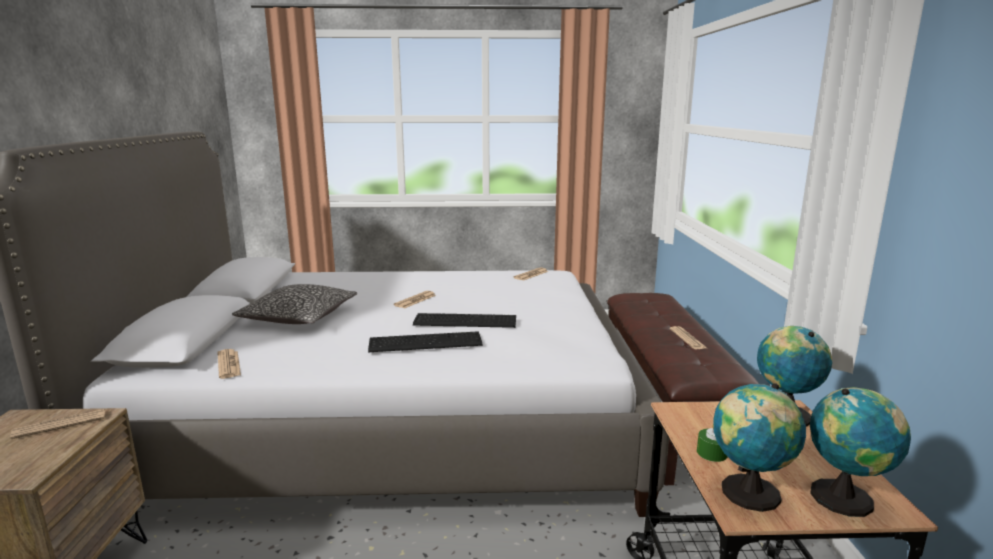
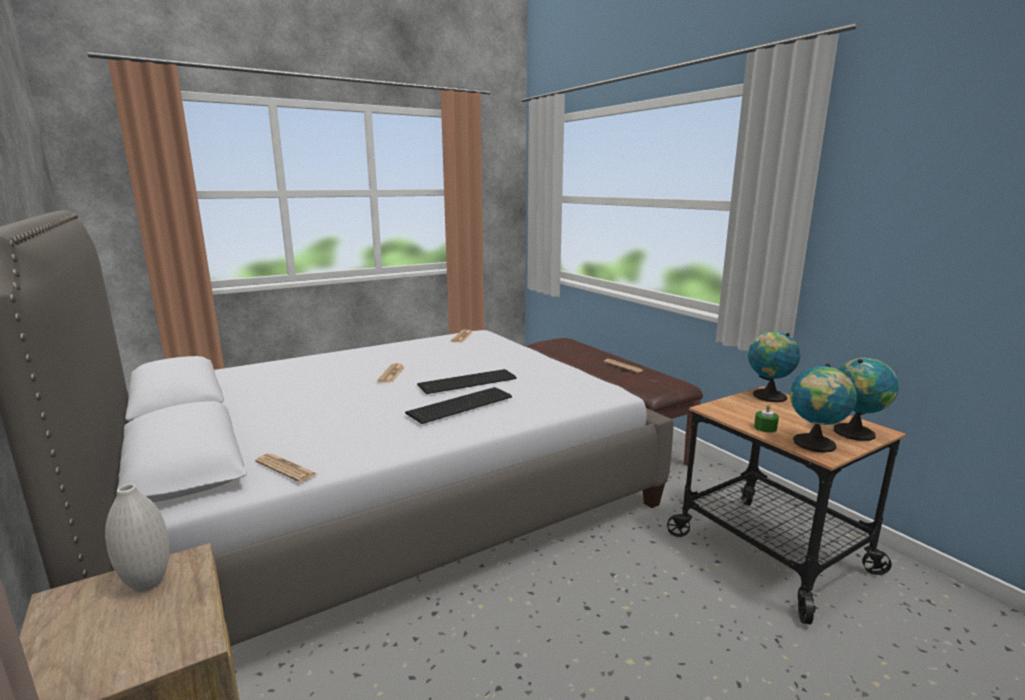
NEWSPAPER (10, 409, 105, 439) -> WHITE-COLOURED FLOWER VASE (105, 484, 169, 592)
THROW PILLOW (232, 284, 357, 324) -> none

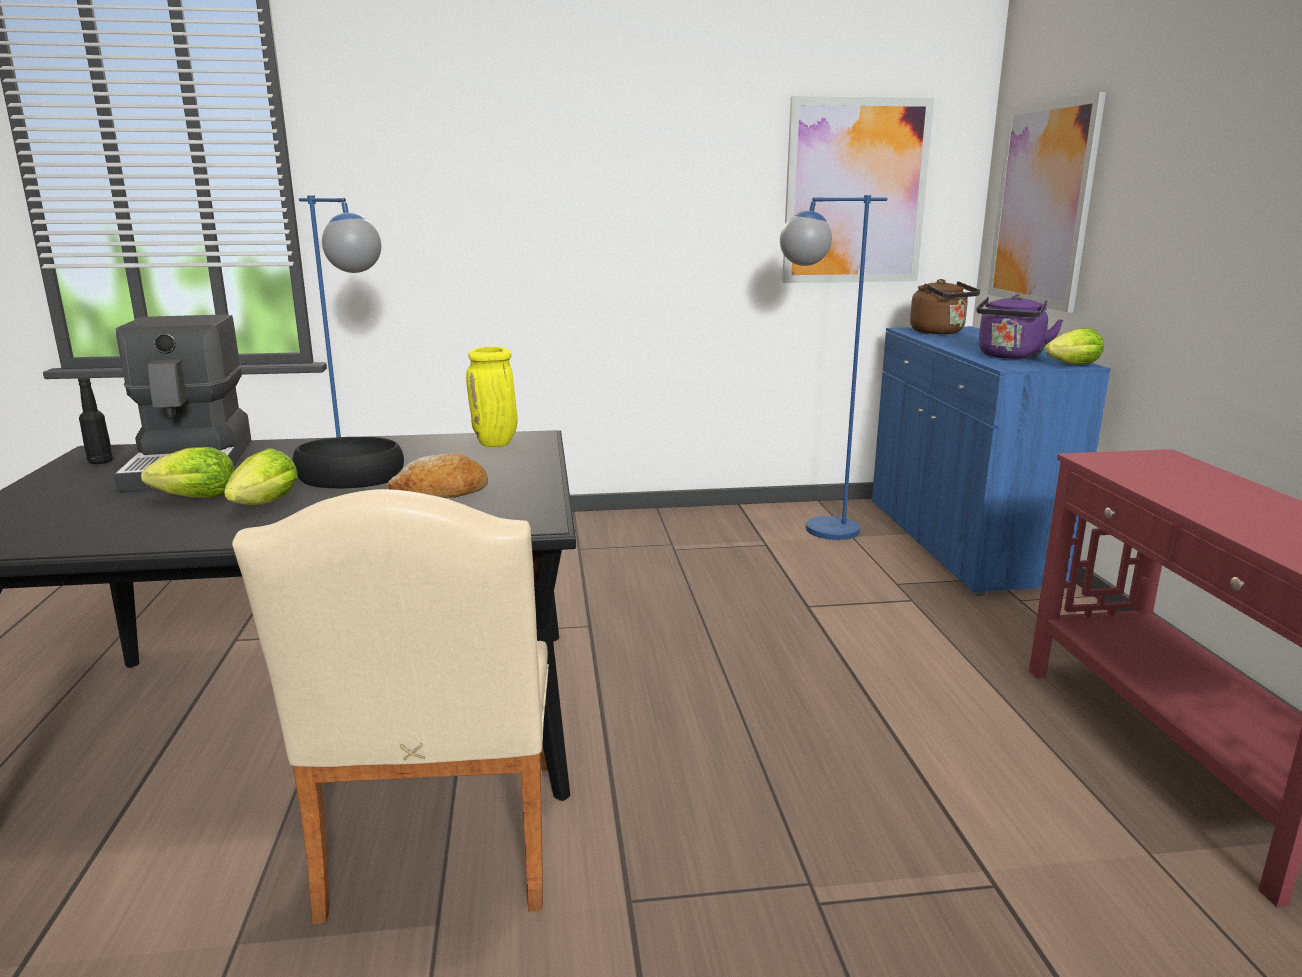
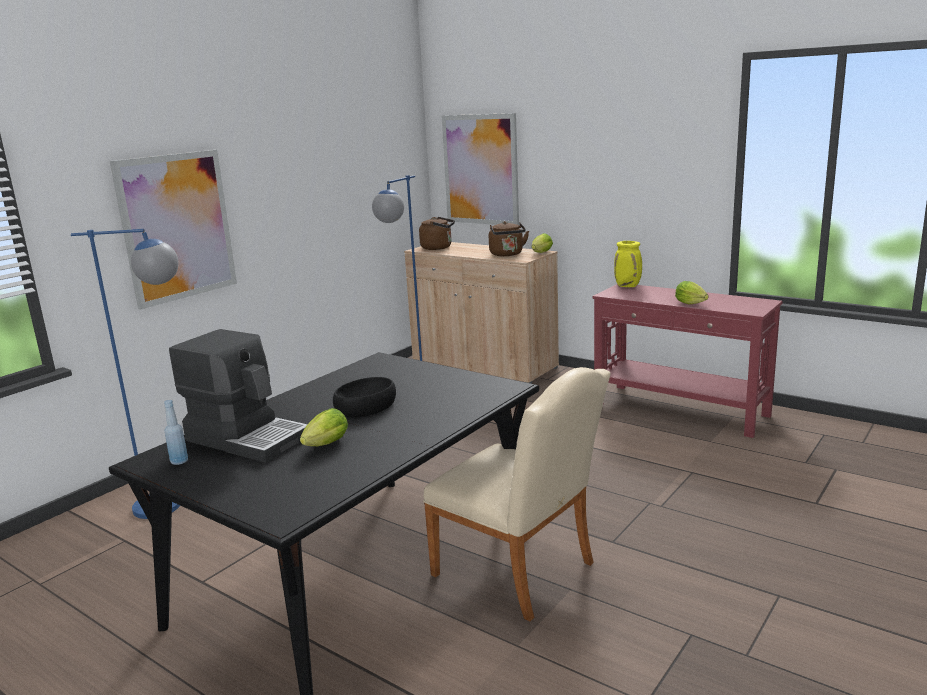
BLACK-COLOURED BEVERAGE BOTTLE (78, 378, 113, 464) -> BLUE BEVERAGE BOTTLE (164, 400, 188, 465)
HEAD OF LETTUCE (224, 448, 298, 505) -> HEAD OF LETTUCE (675, 281, 708, 304), shifted
BREAD (387, 453, 488, 498) -> none
YELLOW FLOWER VASE (466, 347, 517, 447) -> YELLOW FLOWER VASE (614, 241, 642, 287), shifted
PICTURE (782, 96, 934, 283) -> PICTURE (110, 150, 237, 310), shifted
BLUE CUPBOARD (872, 326, 1111, 596) -> SAND-COLOURED CUPBOARD (404, 242, 559, 384)
PURPLISH TEA KETTLE (976, 294, 1063, 359) -> BROWNISH TEA KETTLE (489, 221, 529, 256)

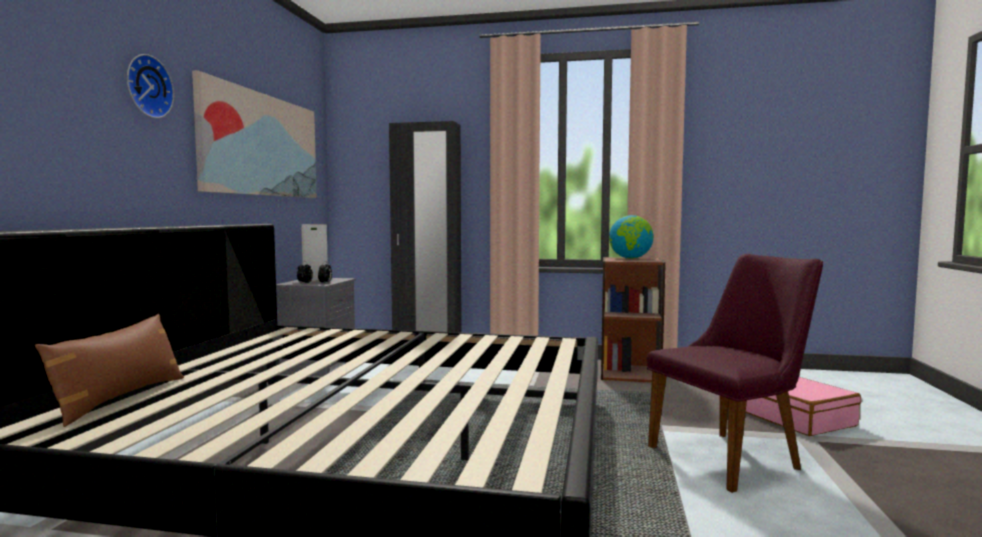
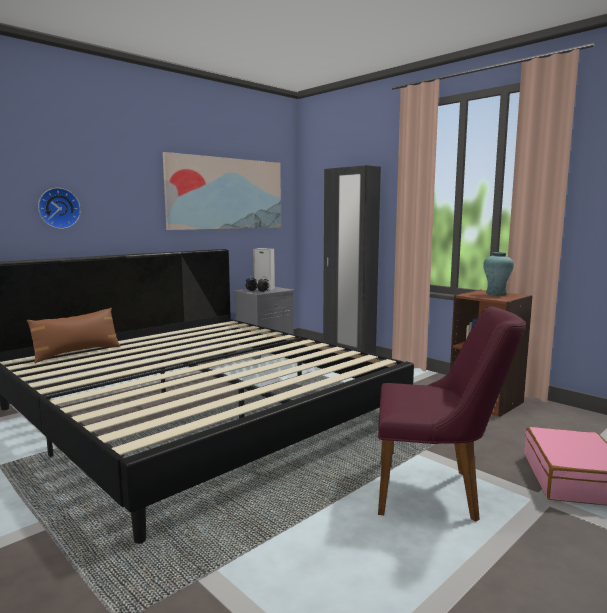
WALL CLOCK (127, 54, 174, 118) -> WALL CLOCK (38, 188, 81, 229), shifted
DESK GLOBE (609, 215, 654, 259) -> TURQUOISE FLOWER VASE (483, 252, 514, 295)

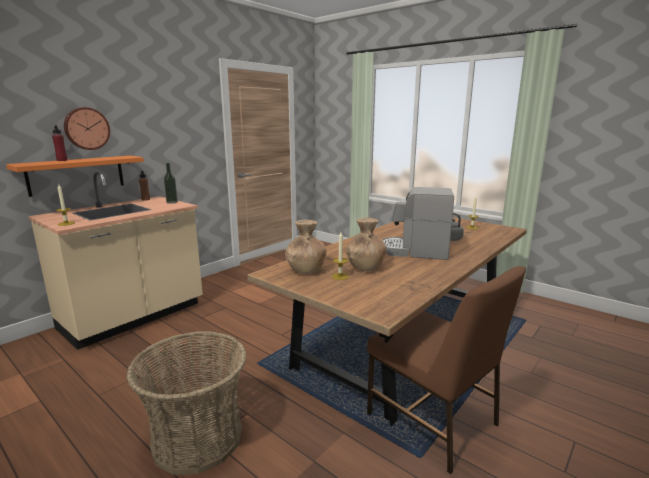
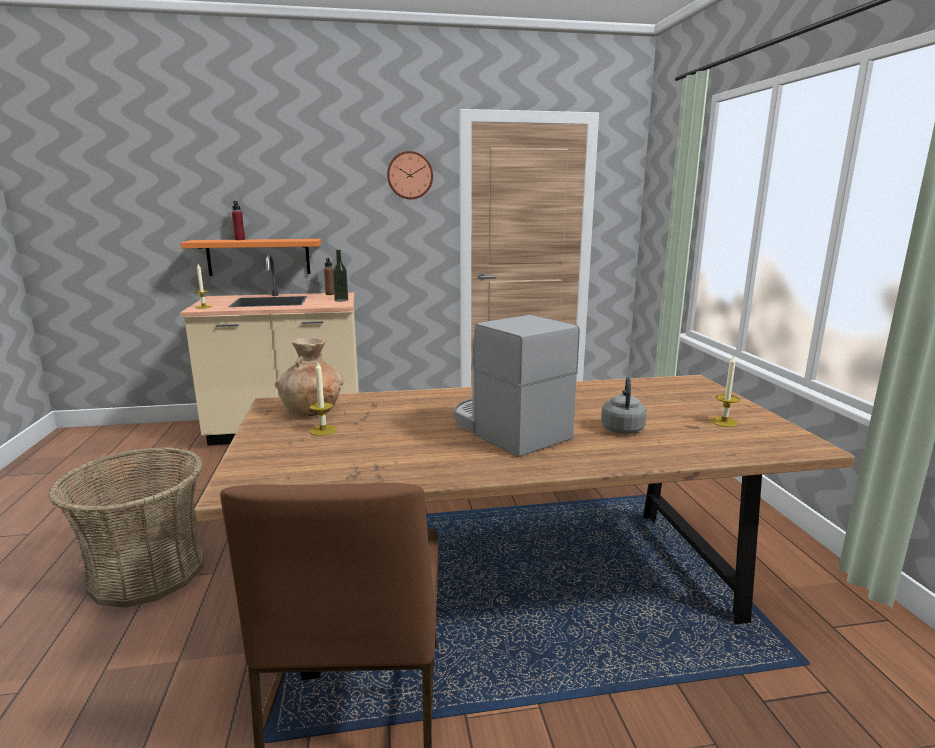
WALL CLOCK (64, 107, 110, 150) -> WALL CLOCK (387, 151, 433, 199), shifted
BROWNISH FLOWER VASE (346, 218, 387, 271) -> none

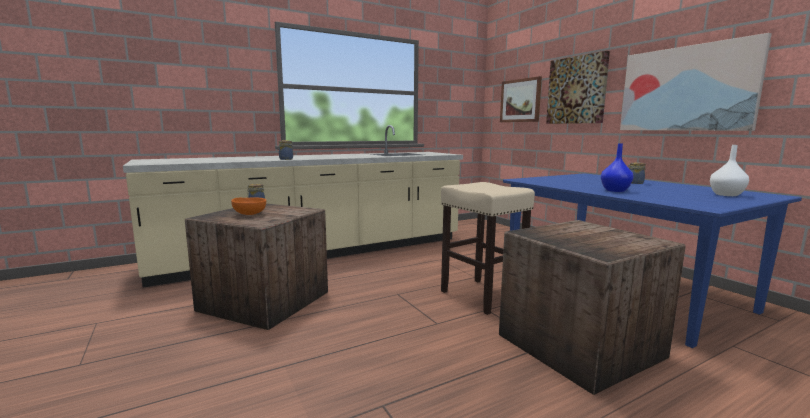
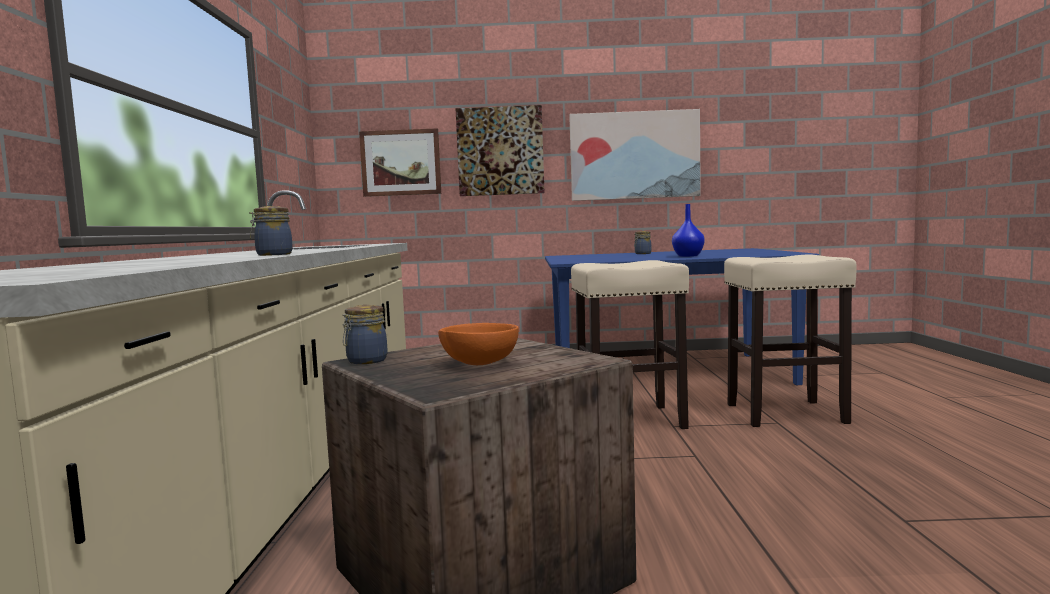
SHIPPING CRATE (499, 220, 686, 395) -> SAND-COLOURED STOOL SEAT (724, 254, 857, 427)
WHITE-COLOURED FLOWER VASE (710, 145, 749, 196) -> none

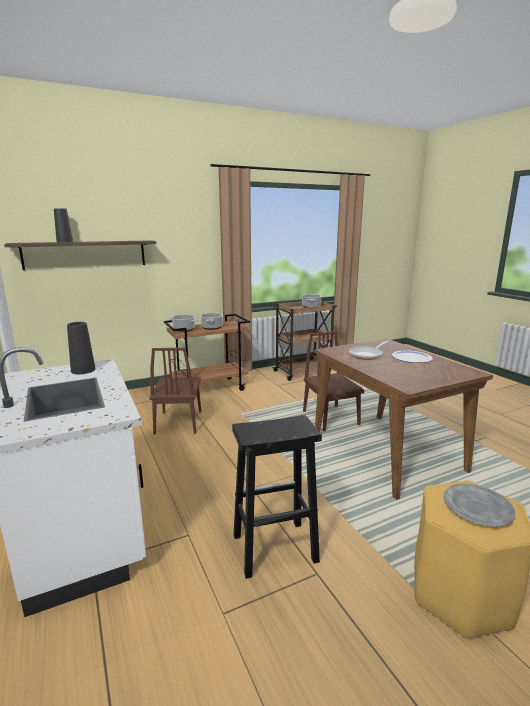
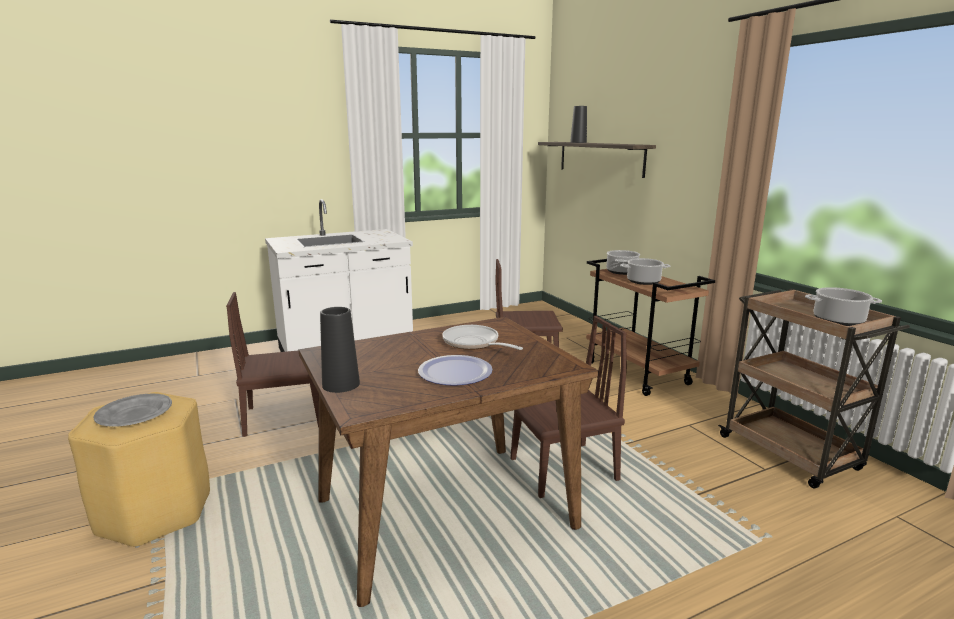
BLACK-COLOURED FLOWER VASE (67, 322, 96, 374) -> BLACK-COLOURED FLOWER VASE (320, 307, 360, 393), shifted
BLACK-COLOURED STOOL SEAT (232, 415, 322, 579) -> BROWNISH CHAIR (226, 292, 319, 437)

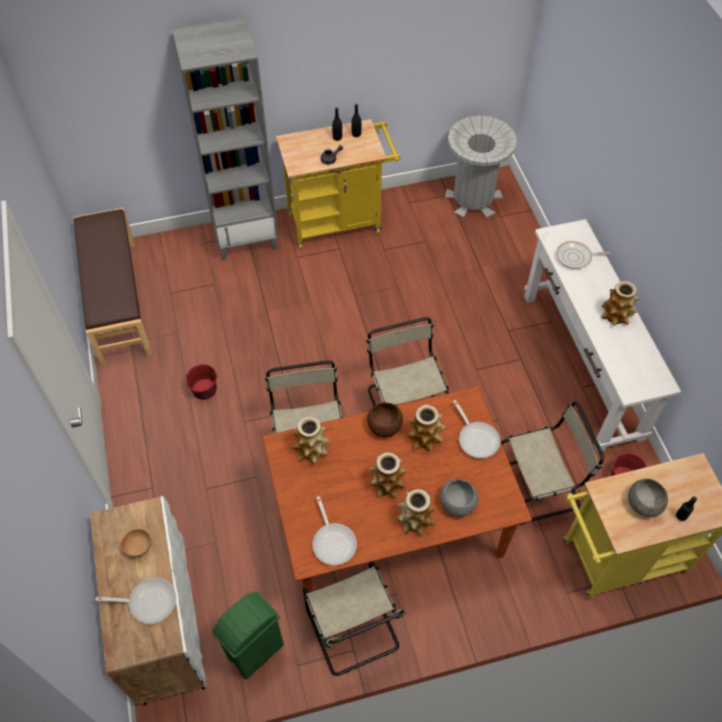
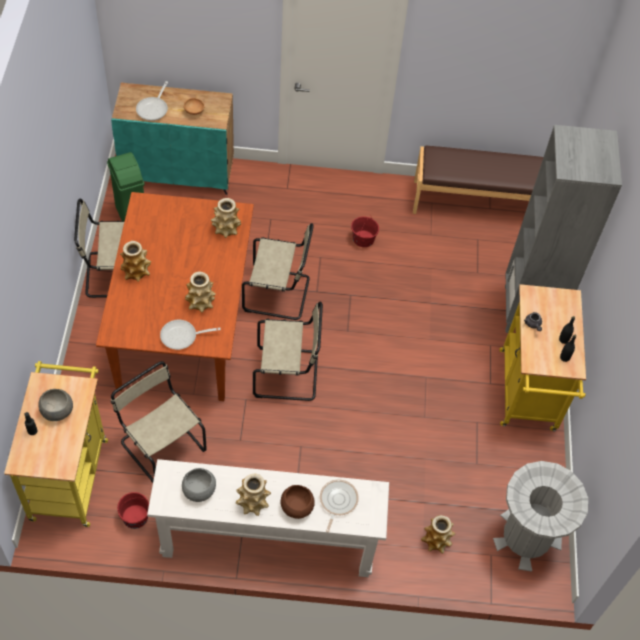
WHITE-COLOURED CUPBOARD (90, 496, 207, 706) -> TURQUOISE CUPBOARD (111, 83, 234, 195)
SKILLET (312, 496, 357, 565) -> none
BROWNISH BOWL (367, 402, 403, 437) -> BROWNISH BOWL (281, 485, 315, 519), shifted
FLOWER VASE (369, 453, 407, 499) -> FLOWER VASE (421, 515, 455, 554), shifted
GREYISH BOWL (440, 479, 478, 517) -> GREYISH BOWL (182, 468, 216, 502), shifted
SAND-COLOURED CHAIR (501, 402, 604, 525) -> SAND-COLOURED CHAIR (111, 361, 207, 483), 135 degrees clockwise

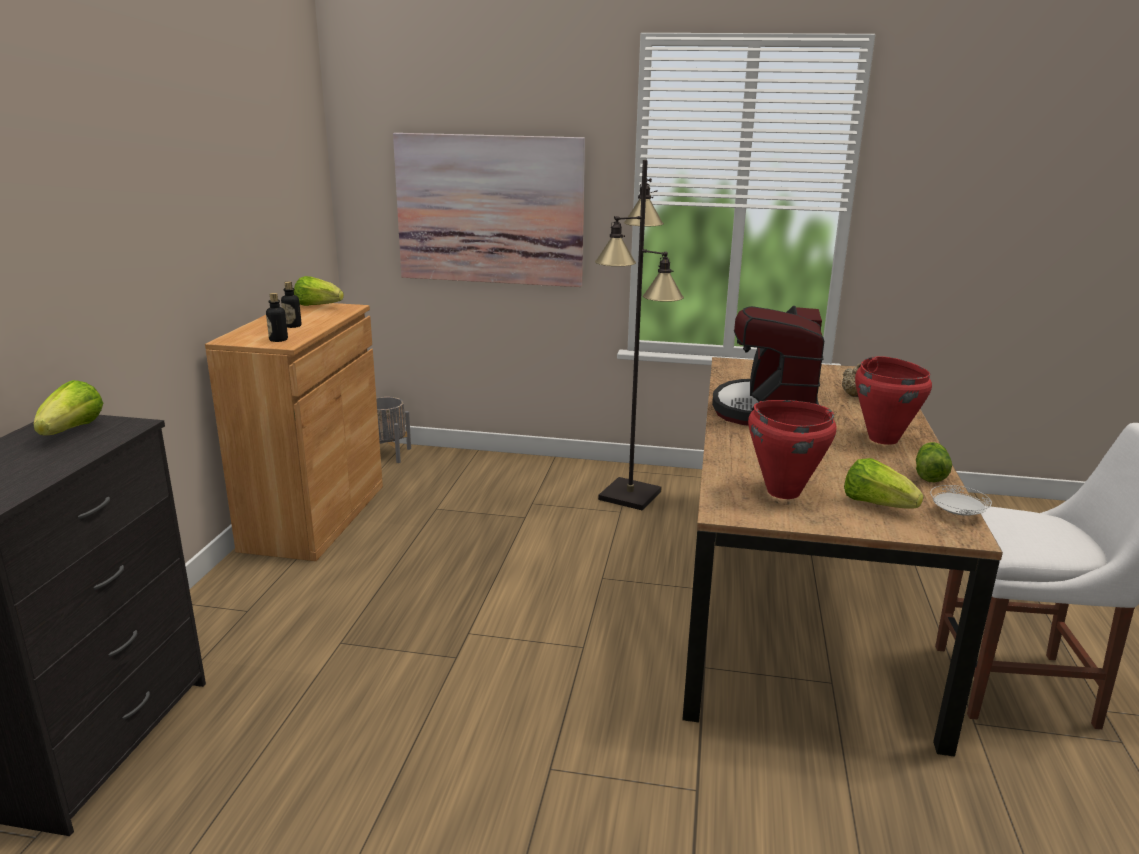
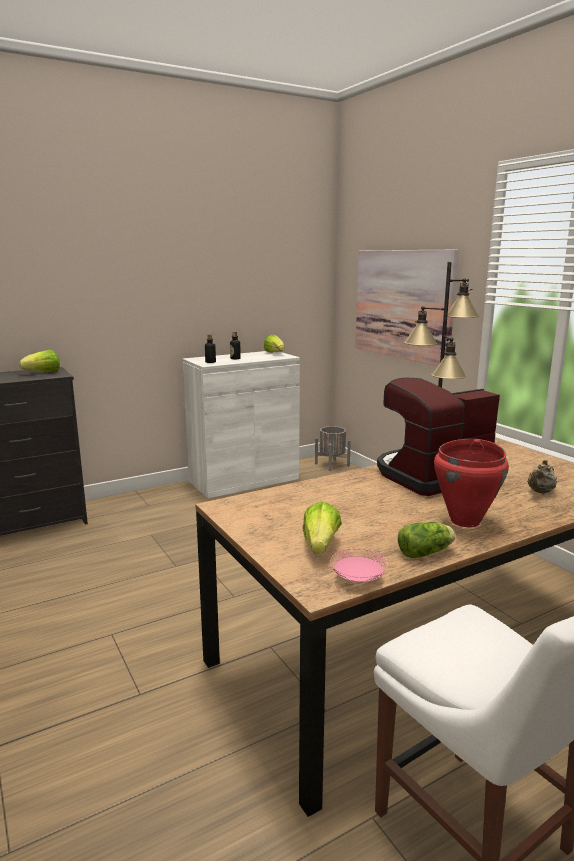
BROWNISH CUPBOARD (205, 303, 383, 561) -> WHITE-COLOURED CUPBOARD (182, 351, 300, 499)
REDDISH SAUCEPOT (748, 400, 837, 499) -> none
WHITE-COLOURED DINNER PLATE (930, 485, 992, 516) -> PINK DINNER PLATE (330, 549, 388, 582)

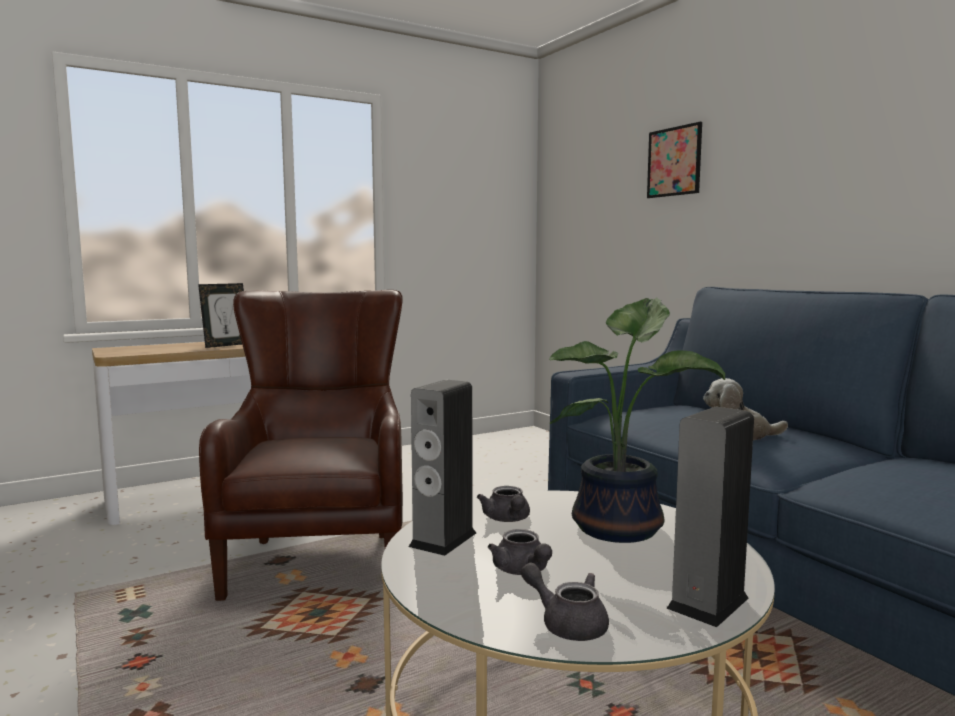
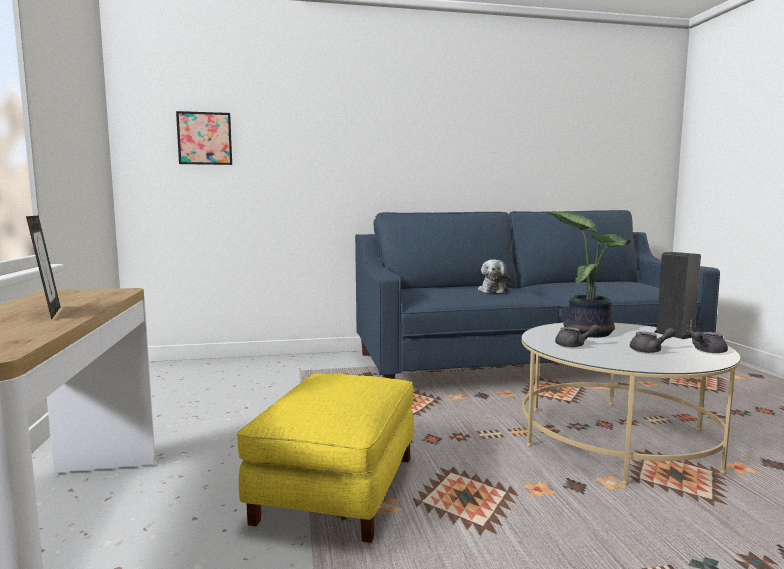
BROWNISH ARMCHAIR (199, 290, 403, 601) -> YELLOW OTTOMAN (237, 373, 414, 543)
AUDIO SPEAKER (409, 380, 476, 556) -> none
PICTURE (647, 122, 702, 198) -> PICTURE (176, 111, 232, 165), shifted

